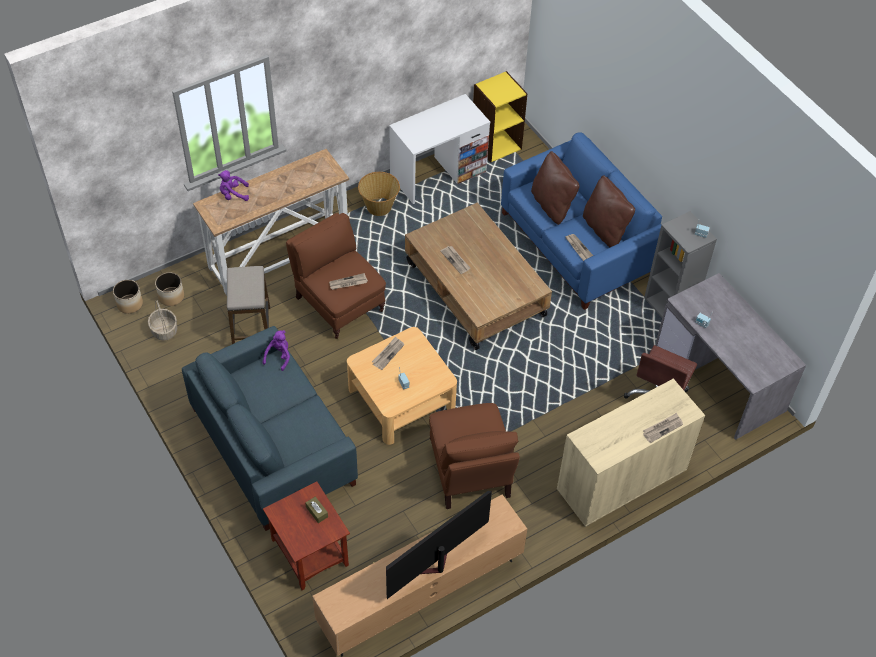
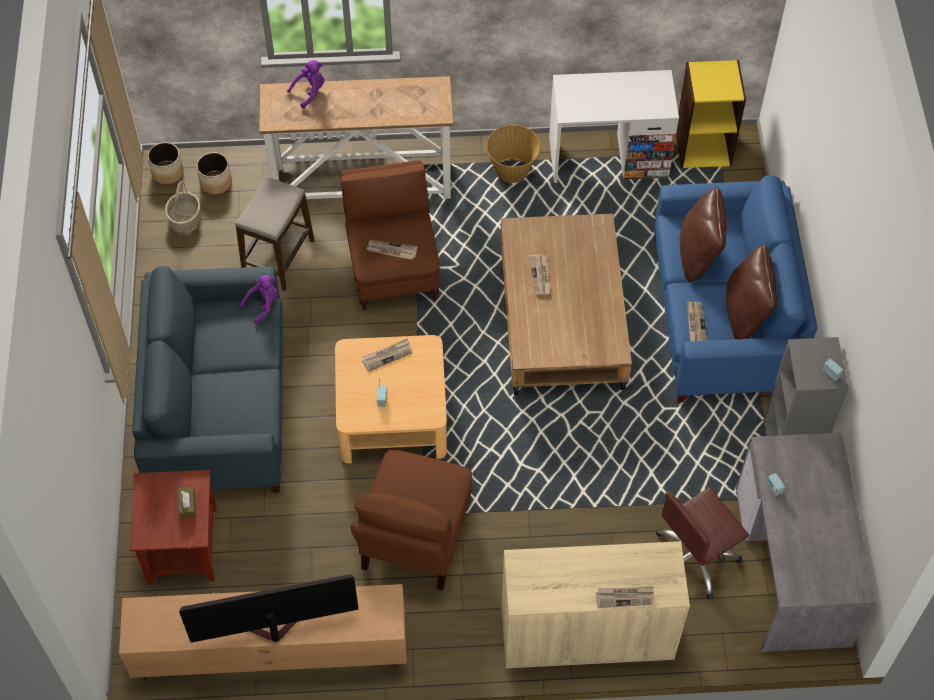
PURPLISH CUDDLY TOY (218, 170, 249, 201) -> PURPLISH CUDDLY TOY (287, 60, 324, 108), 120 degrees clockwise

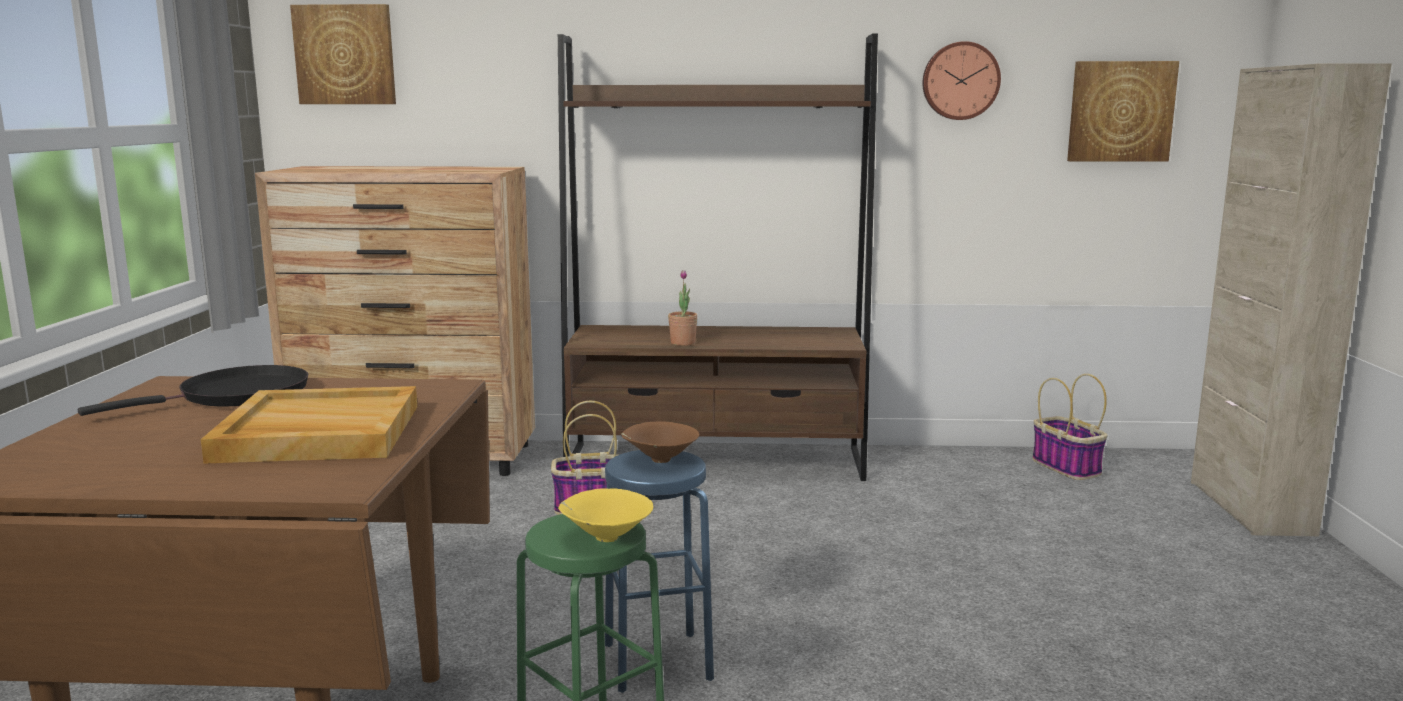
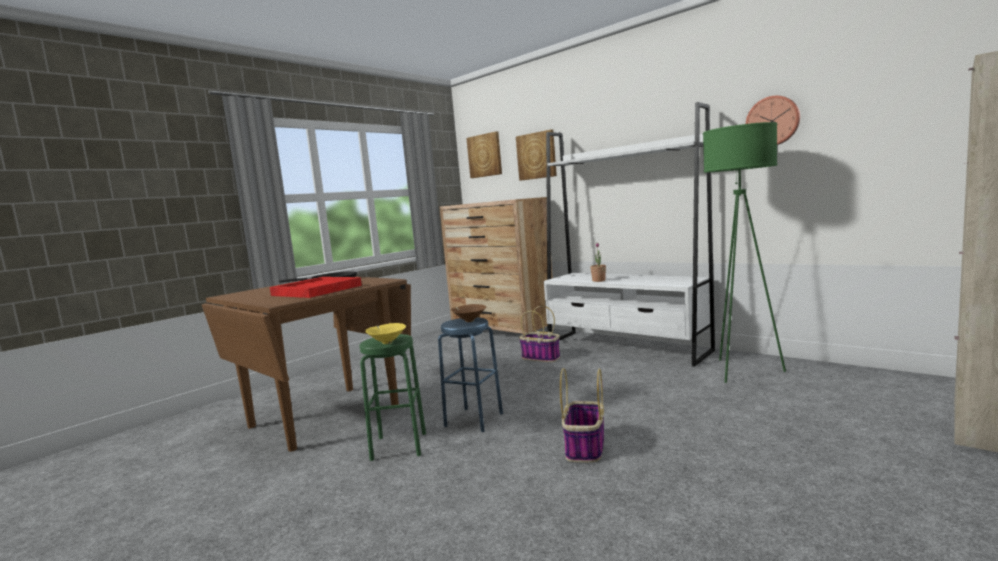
SAND-COLOURED SERVING TRAY (201, 386, 417, 464) -> REDDISH SERVING TRAY (270, 277, 362, 298)
BROWNISH SHELVING UNIT (558, 33, 878, 481) -> WHITE-COLOURED SHELVING UNIT (544, 102, 715, 367)
STORAGE BASKET (1032, 374, 1108, 480) -> STORAGE BASKET (560, 368, 604, 462), shifted
PICTURE (1067, 61, 1179, 162) -> PICTURE (516, 129, 557, 181), shifted
none -> GREEN STANDARD LAMP (703, 122, 786, 383)

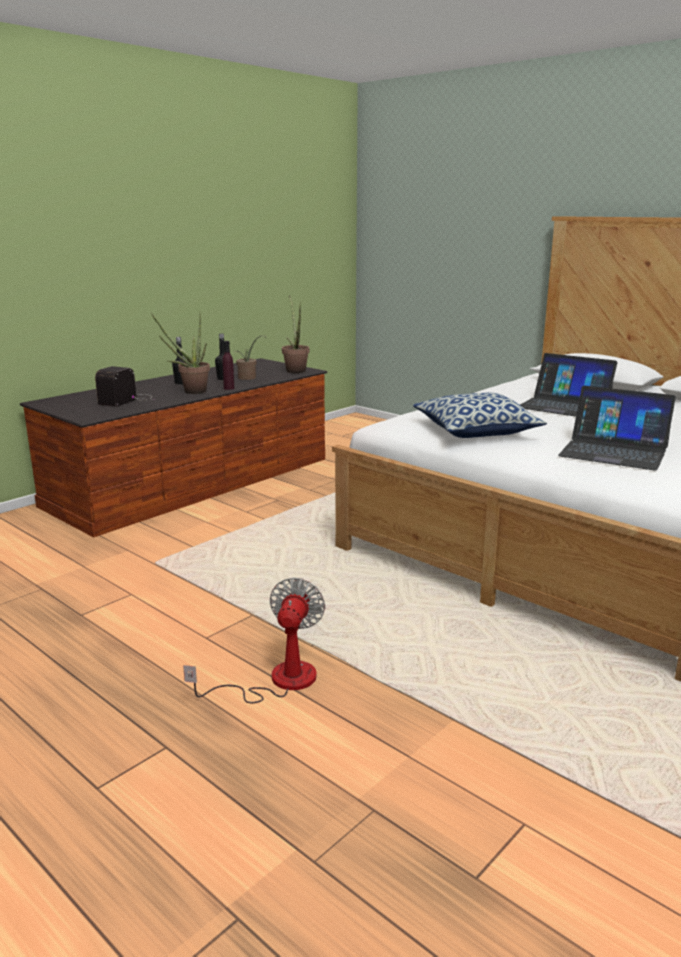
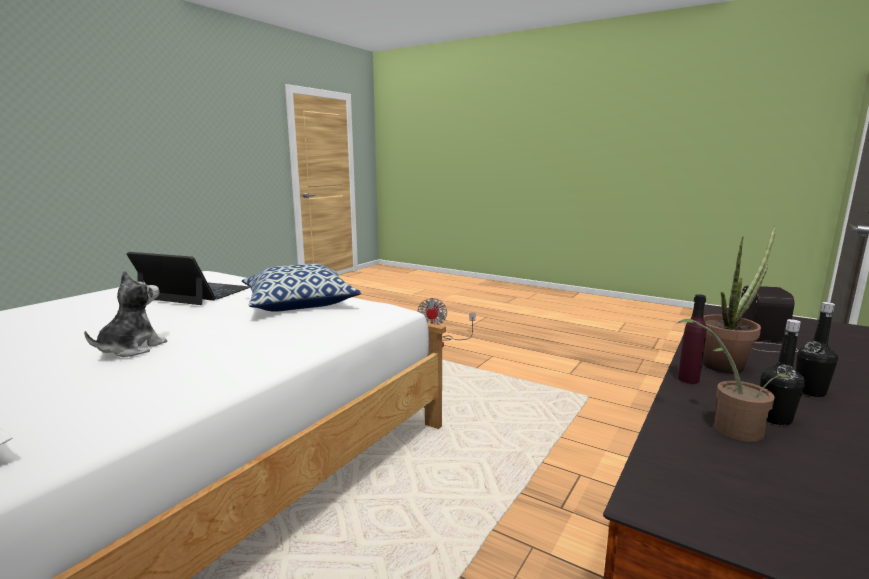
POTTED PLANT (282, 295, 309, 373) -> none
LAPTOP (520, 353, 617, 417) -> CUDDLY TOY (84, 271, 167, 357)

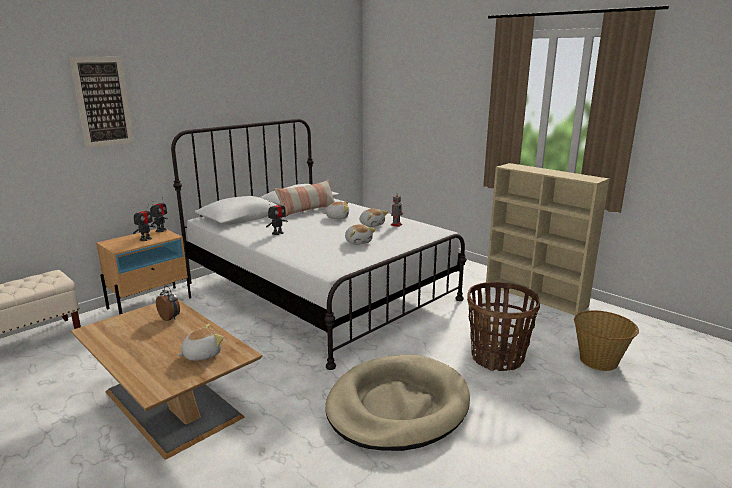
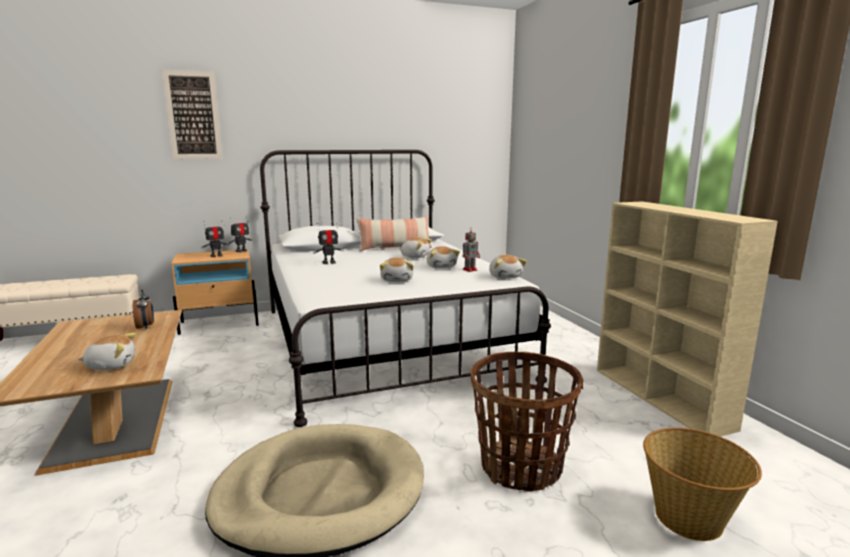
none -> CUDDLY TOY (489, 255, 527, 279)

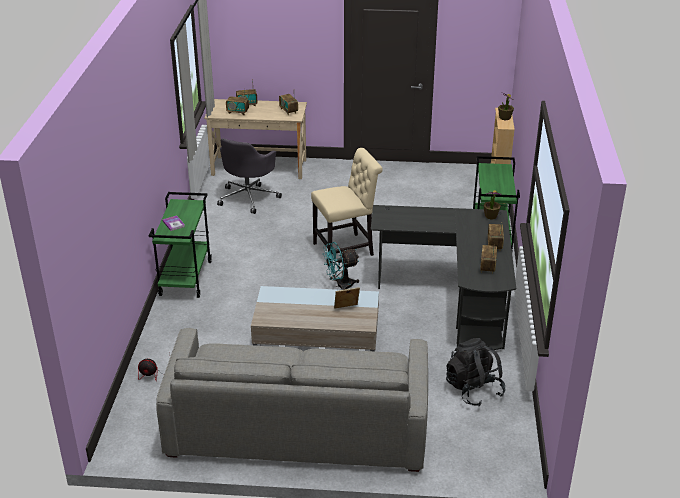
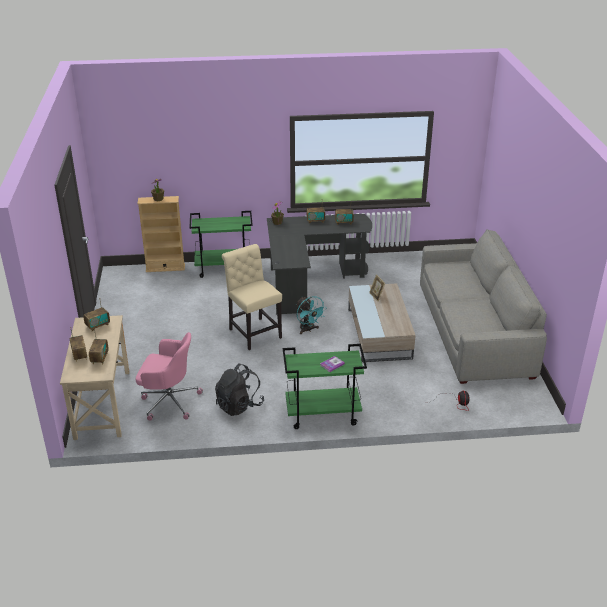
GREYISH OFFICE CHAIR (217, 138, 282, 214) -> PINK OFFICE CHAIR (136, 332, 203, 421)
BLACK-COLOURED KNAPSACK (446, 338, 506, 406) -> BLACK-COLOURED KNAPSACK (215, 363, 264, 416), shifted

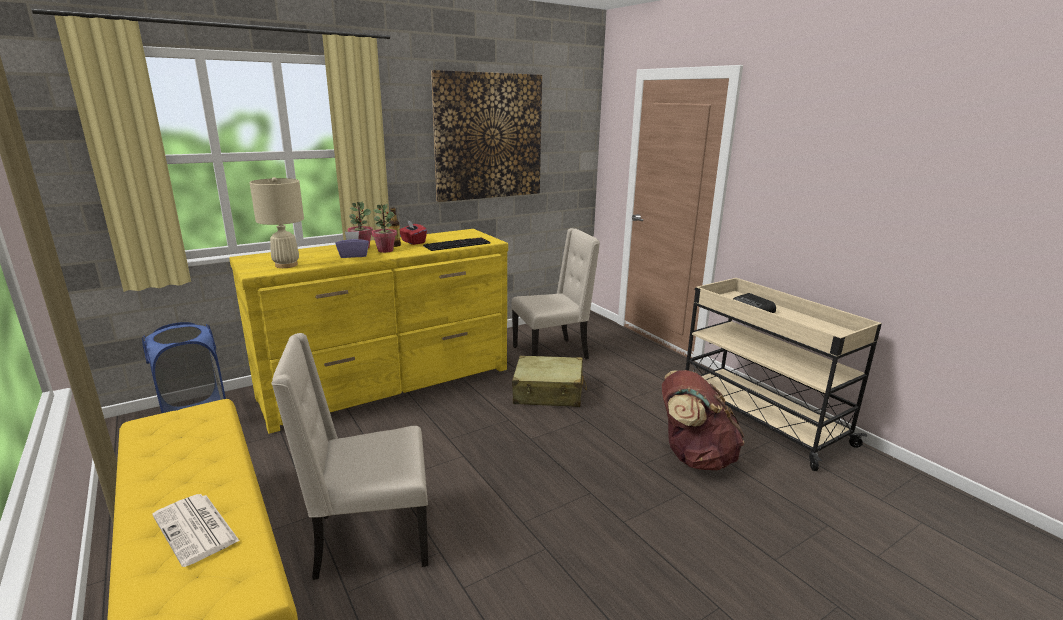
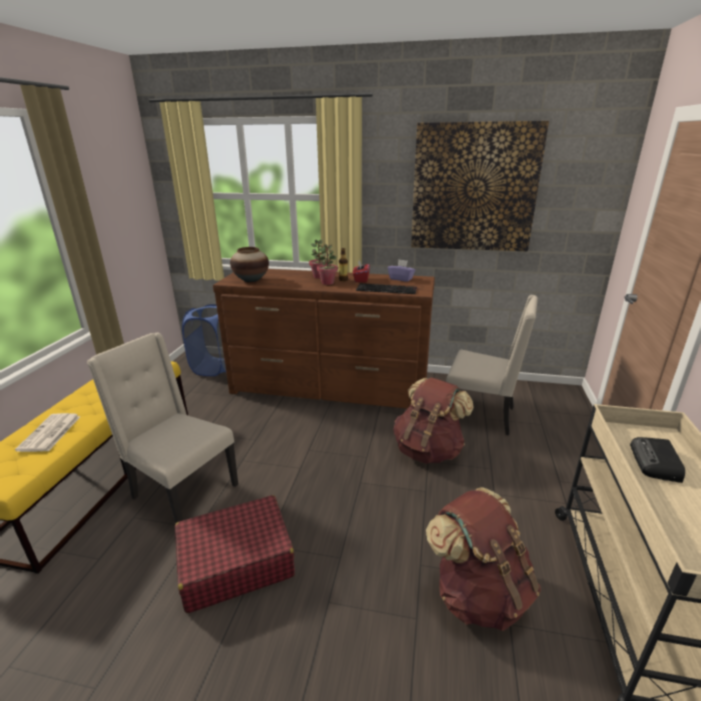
YELLOW DRESSER (229, 229, 508, 434) -> BROWNISH DRESSER (213, 269, 435, 409)
SAND-COLOURED TABLE LAMP (250, 177, 304, 268) -> FLOWER VASE (230, 247, 269, 283)
PURPLISH TISSUE BOX (336, 231, 369, 258) -> PURPLISH TISSUE BOX (388, 259, 415, 282), shifted
SAND-COLOURED SUITCASE (512, 356, 587, 407) -> BROWNISH KNAPSACK (393, 377, 474, 464)
none -> REDDISH SUITCASE (175, 495, 295, 613)

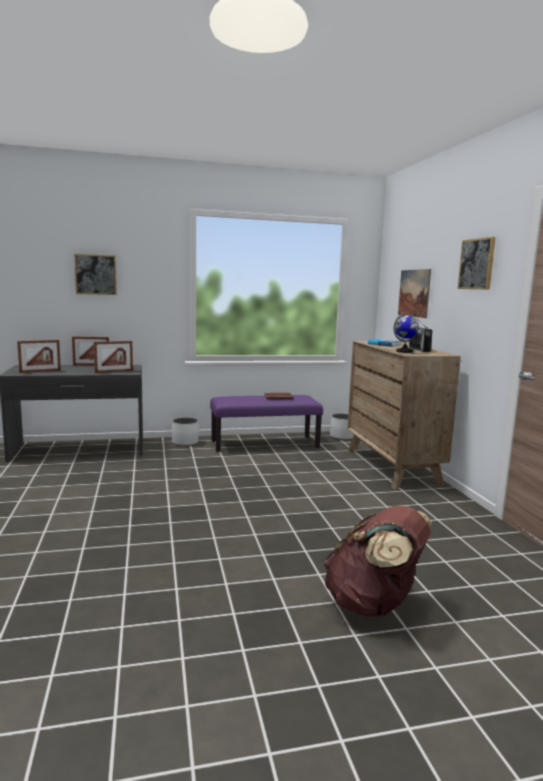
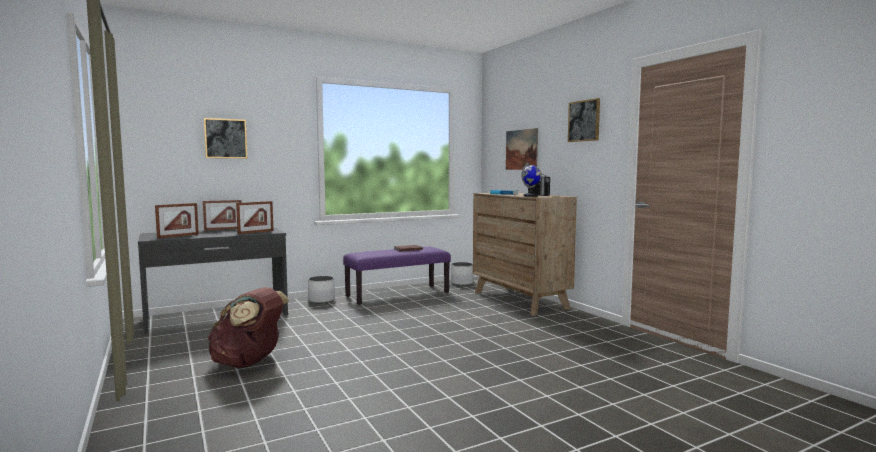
BROWNISH KNAPSACK (323, 506, 432, 617) -> BROWNISH KNAPSACK (207, 287, 289, 368), shifted

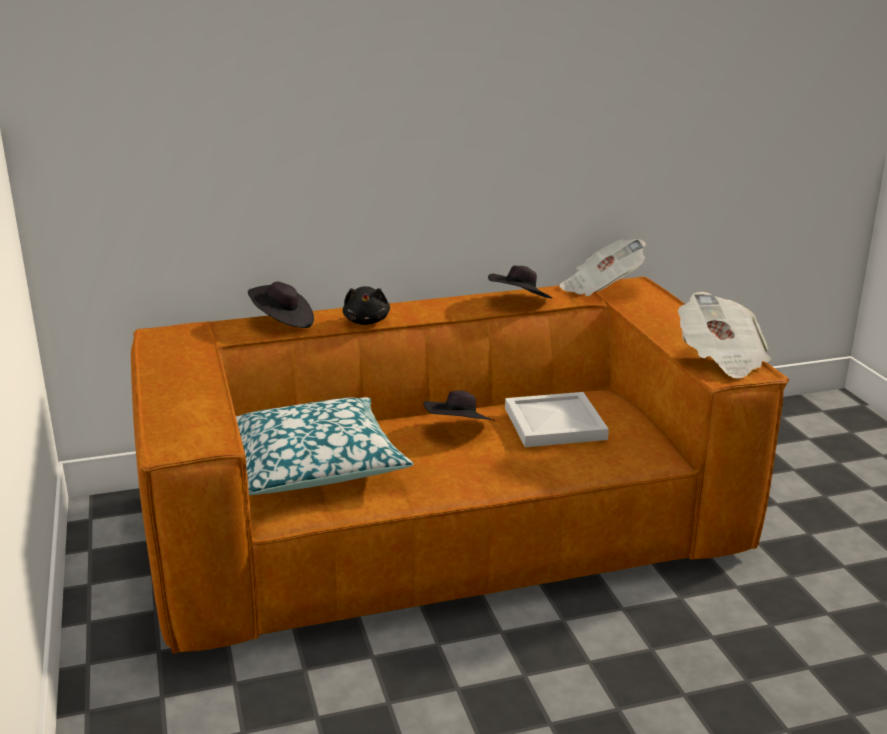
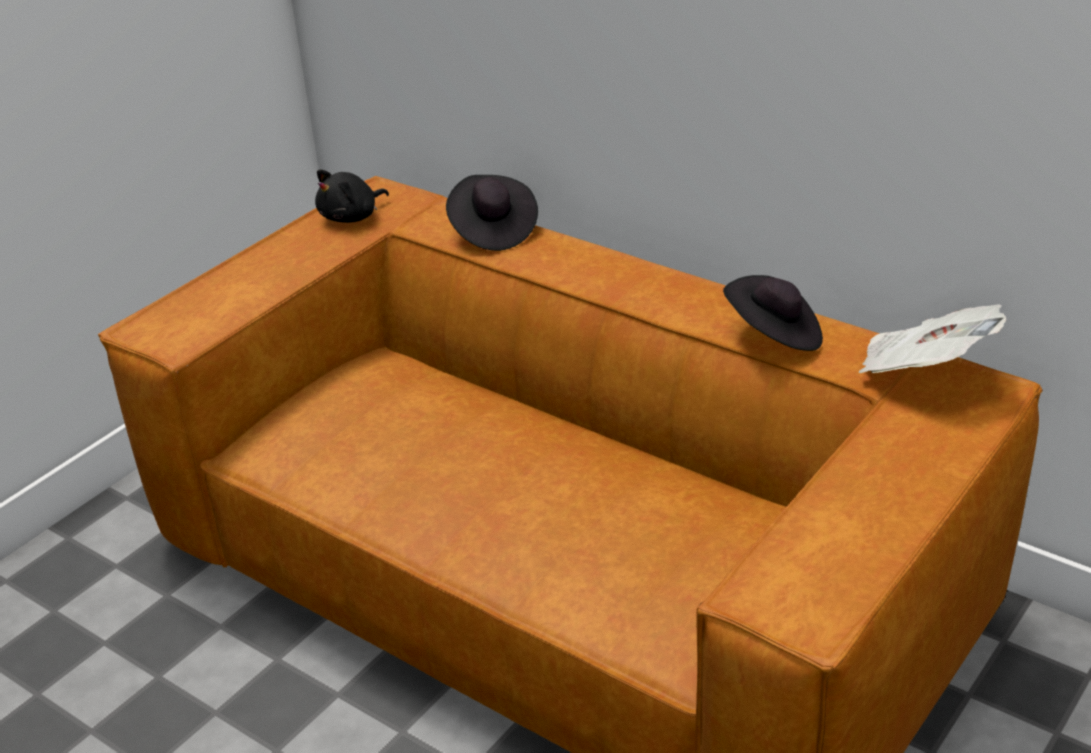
THROW PILLOW (236, 397, 414, 495) -> none
BLACK-COLOURED CUDDLY TOY (343, 286, 390, 325) -> BLACK-COLOURED CUDDLY TOY (315, 169, 389, 223), shifted
BLACK-COLOURED WEARABLE HAT (423, 390, 495, 421) -> none
WHITE-COLOURED SERVING TRAY (505, 392, 609, 447) -> none
NEWSPAPER (678, 292, 771, 379) -> none

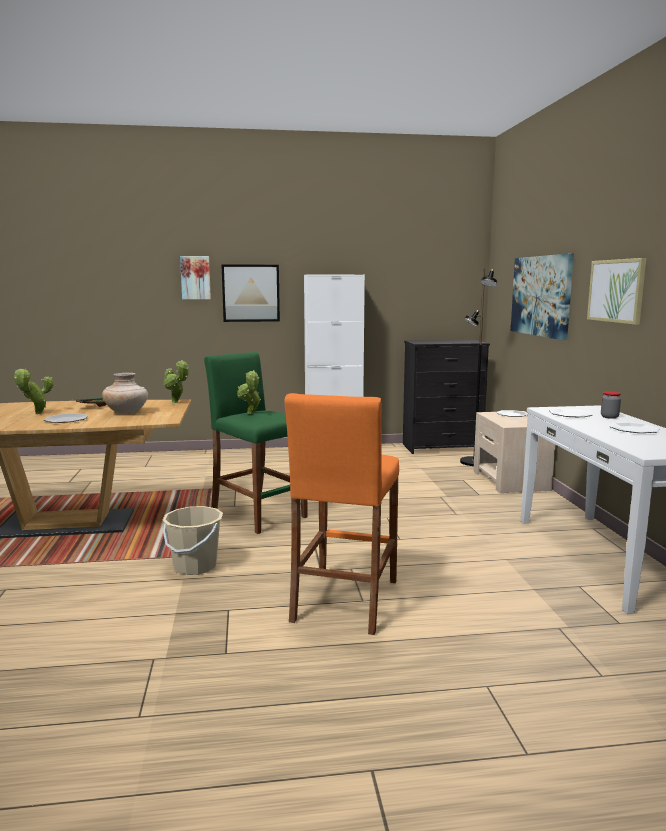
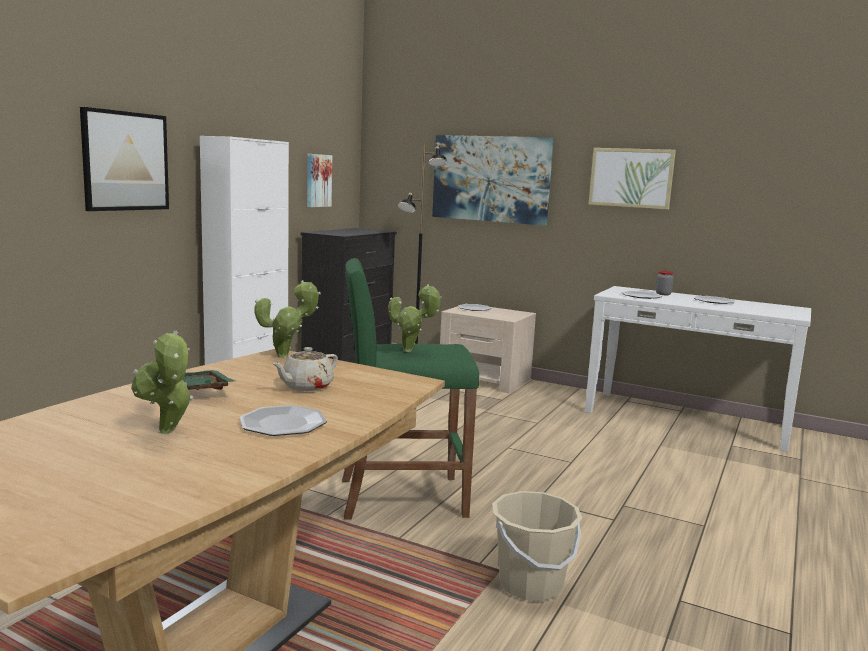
SAND-COLOURED FLOWER VASE (102, 373, 148, 414) -> SAND-COLOURED TEAPOT (272, 347, 338, 391)
PICTURE (180, 256, 211, 300) -> PICTURE (307, 154, 332, 207), shifted
ORANGEY STOOL SEAT (285, 393, 399, 635) -> none

